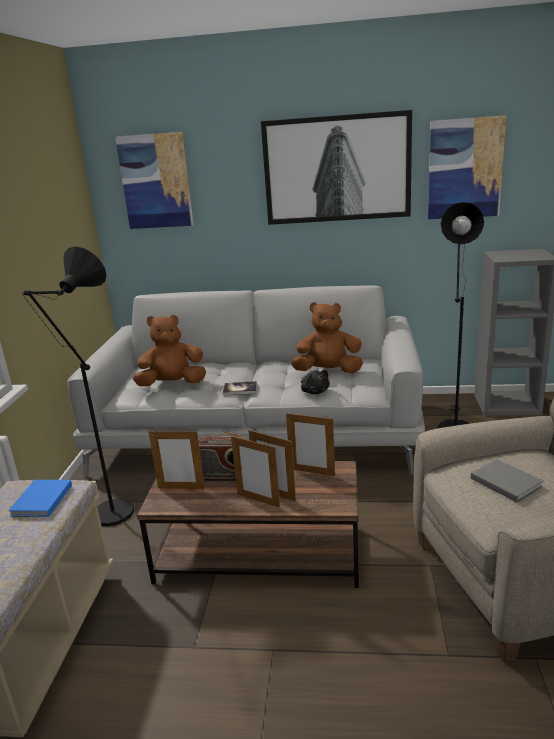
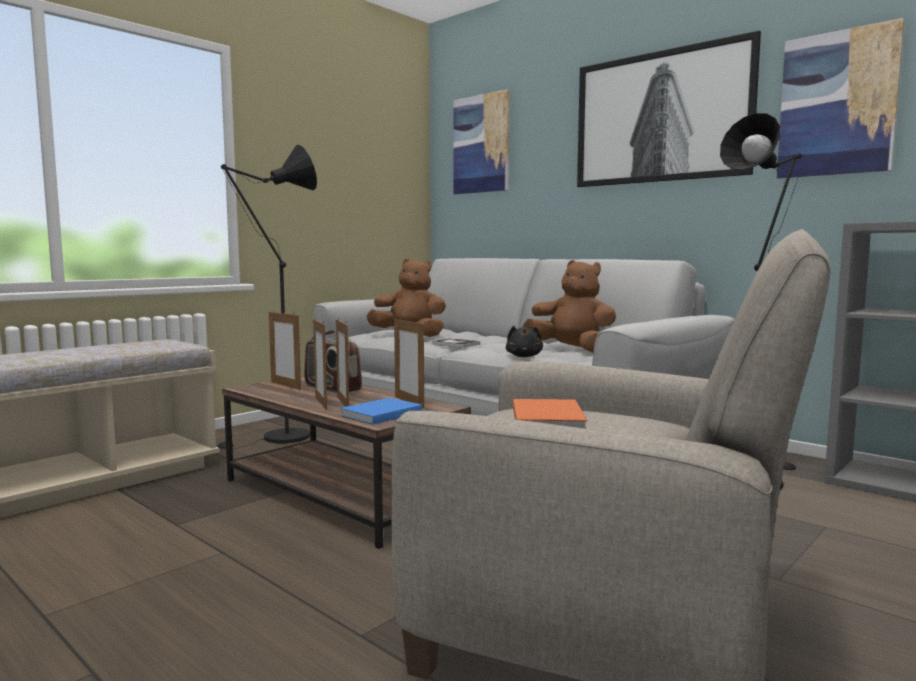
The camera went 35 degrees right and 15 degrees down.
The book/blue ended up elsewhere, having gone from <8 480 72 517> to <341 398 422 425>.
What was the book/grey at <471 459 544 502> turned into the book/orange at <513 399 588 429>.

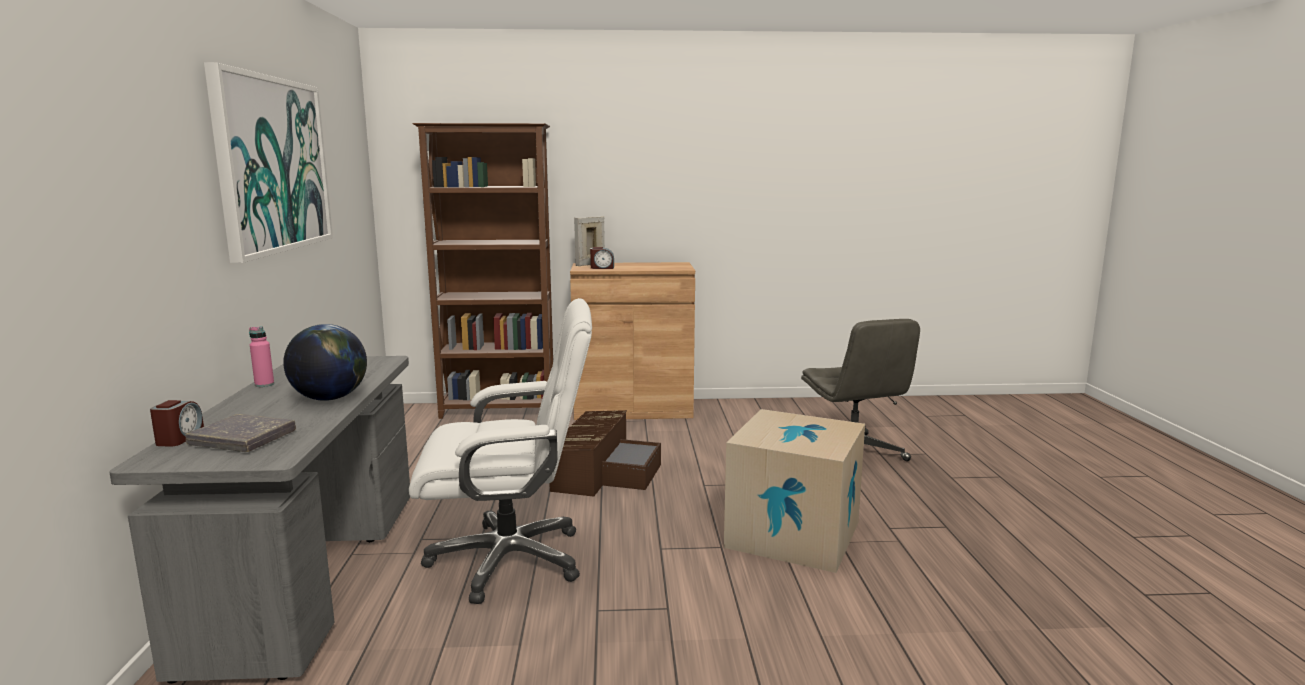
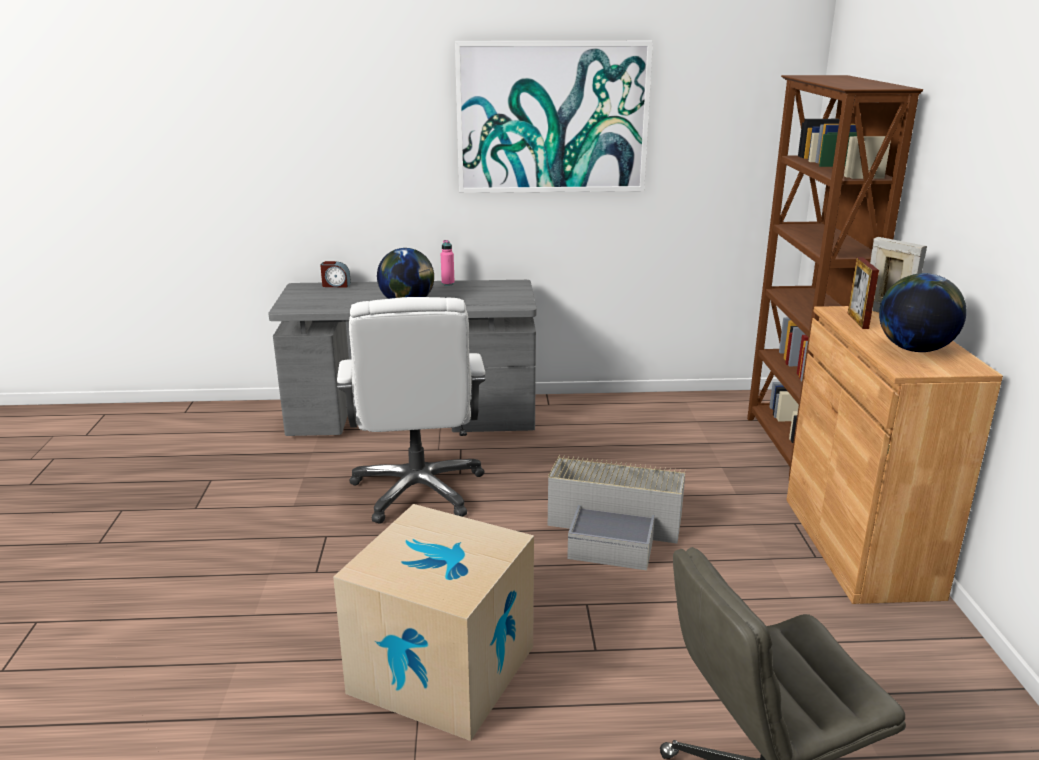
The camera went 90 degrees right and 10 degrees up.
The second view lost the book/grey at <185 414 296 452>.
What was the storage box/brown at <549 410 661 497> turned into the storage box/grey at <548 455 685 570>.
Where the alarm clock stood at <590 247 614 269>, the picture frame came to stand at <848 257 879 329>.
The second view gained the globe at <879 273 967 352>.

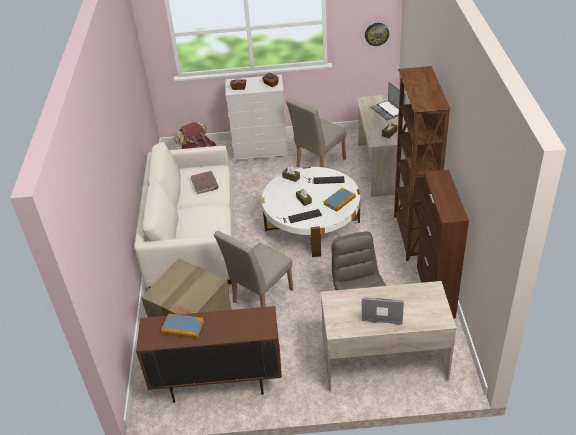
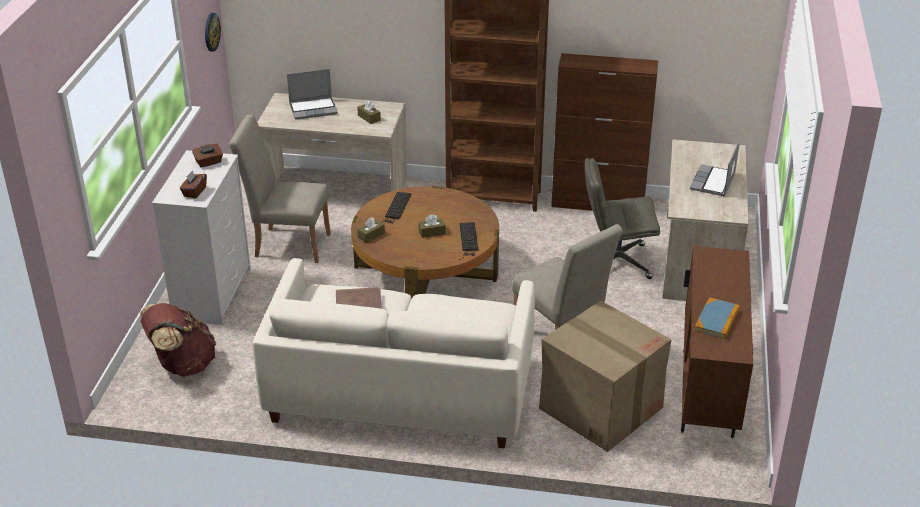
The camera went 80 degrees left and 5 degrees down.
What was the coffee table/white at <262 167 360 257> turned into the coffee table/brown at <351 186 499 298>.
The chair/beige at <286 98 346 167> ended up facing another way, 135 degrees clockwise from before.
The second view lost the book at <323 188 356 212>.

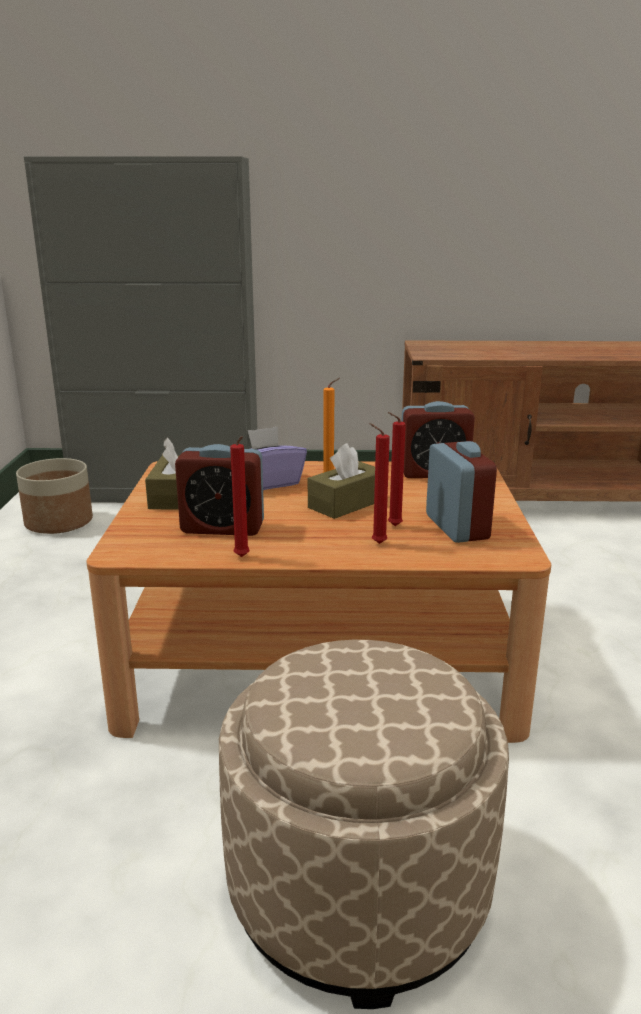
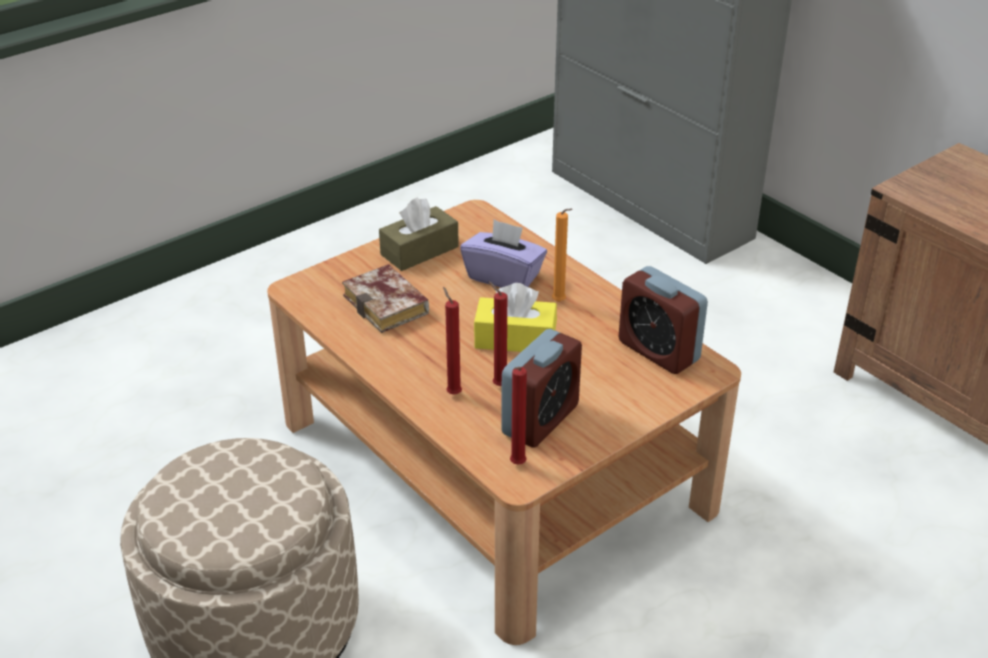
The camera went 50 degrees right and 15 degrees up.
The second view lost the planter at <16 458 93 534>.
Where the alarm clock stood at <175 444 264 536>, the book came to stand at <342 264 429 333>.
The candle/red ended up elsewhere, having gone from <230 436 250 557> to <510 367 527 464>.
What was the tissue box/brown at <308 443 375 519> turned into the tissue box/yellow at <474 283 557 352>.

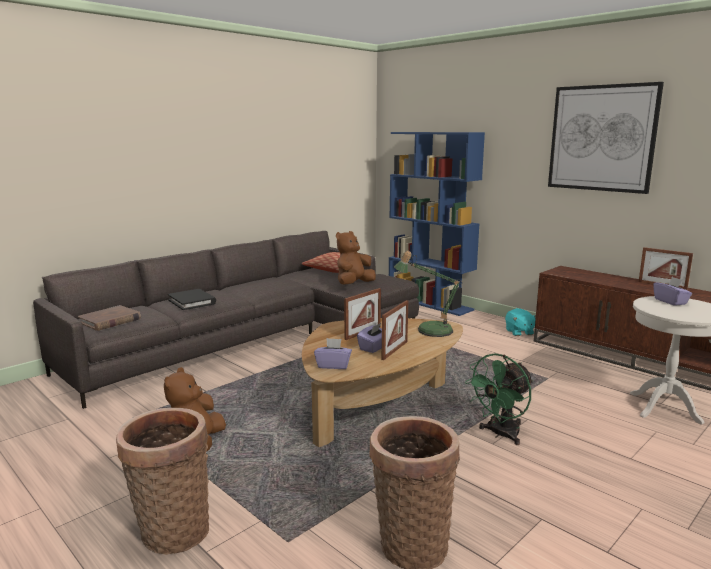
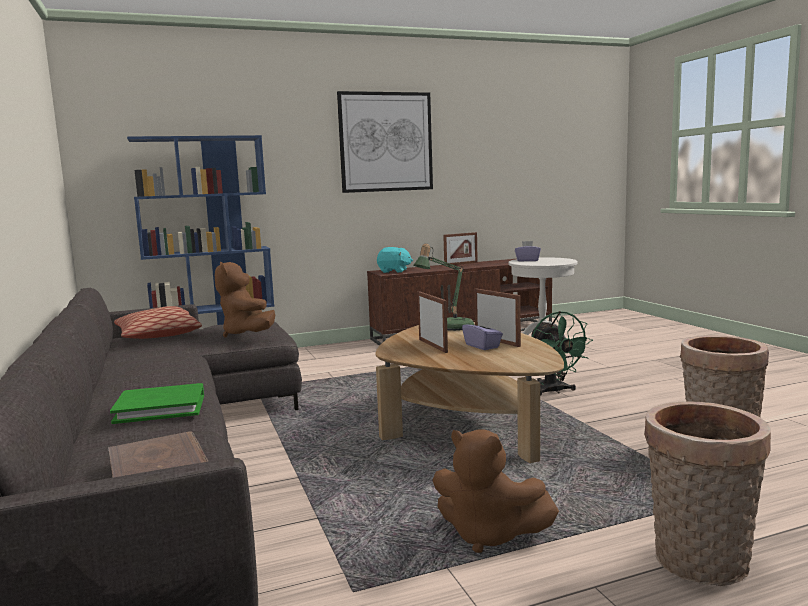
The camera went 65 degrees left and 5 degrees down.
What was the book/black at <168 289 216 310> turned into the book/green at <110 383 204 424>.
The second view lost the tissue box/purple at <314 338 352 369>.
The plush toy/turquoise ended up elsewhere, having gone from <505 308 536 336> to <377 247 413 273>.

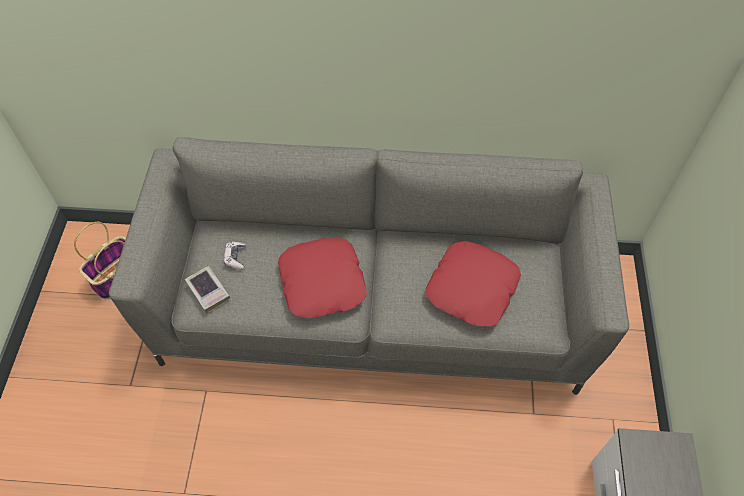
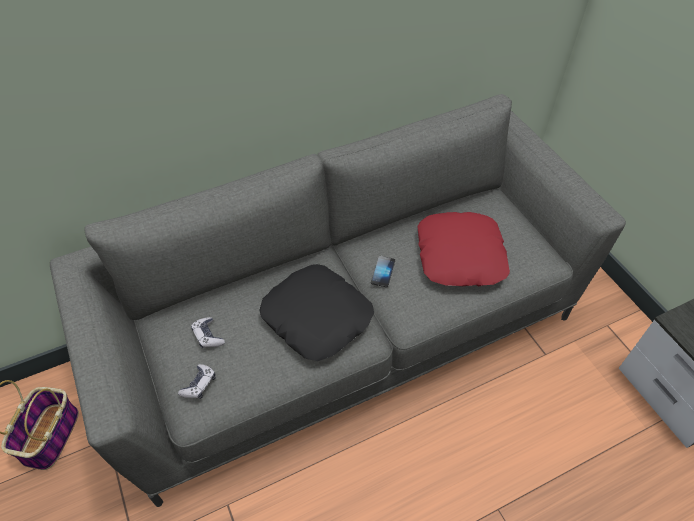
The camera went 30 degrees left and 5 degrees down.
Where the book stood at <185 266 230 313>, the game controller came to stand at <178 364 216 399>.
What was the pillow/red at <278 238 367 318> turned into the pillow/black at <260 264 374 361>.
The second view gained the phone at <371 256 395 287>.

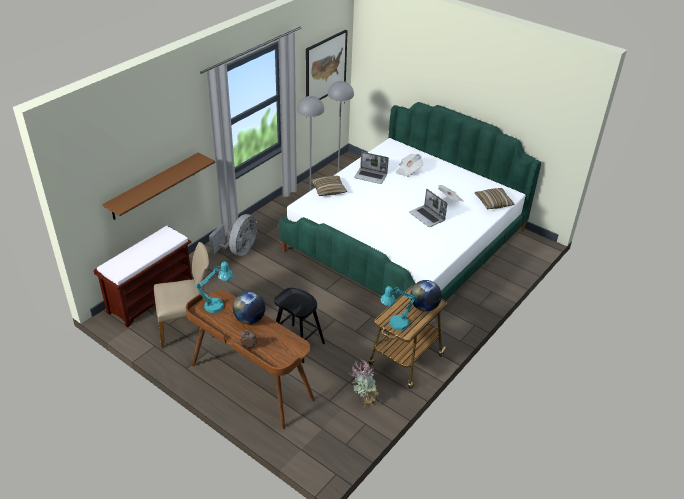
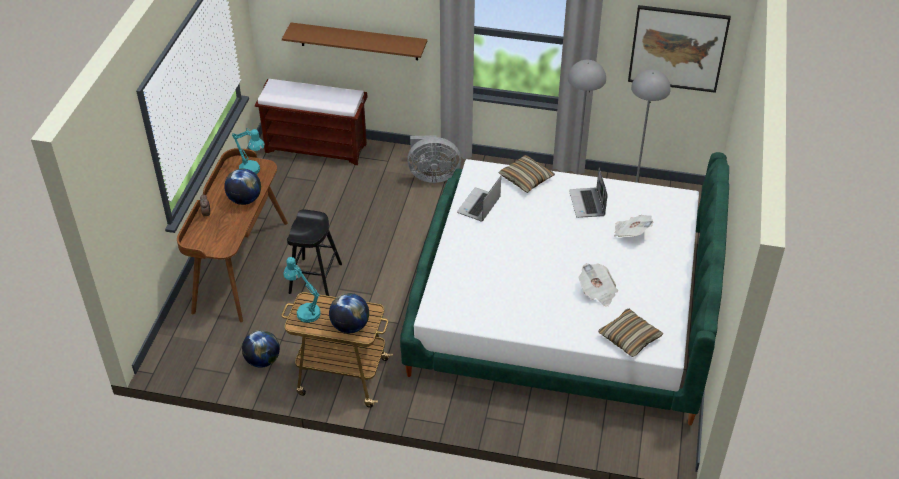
The camera went 65 degrees right and 5 degrees up.
The second view lost the chair/beige at <154 242 215 349>.
Where the potted plant stood at <350 359 380 408>, the globe came to stand at <242 330 280 368>.
The laptop ended up elsewhere, having gone from <409 189 447 227> to <457 176 501 221>.

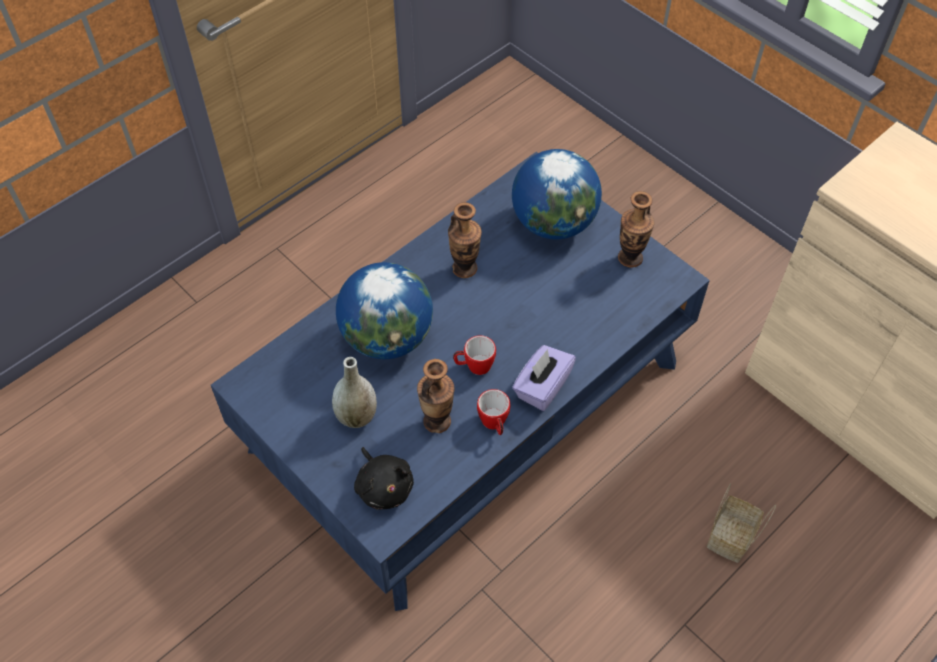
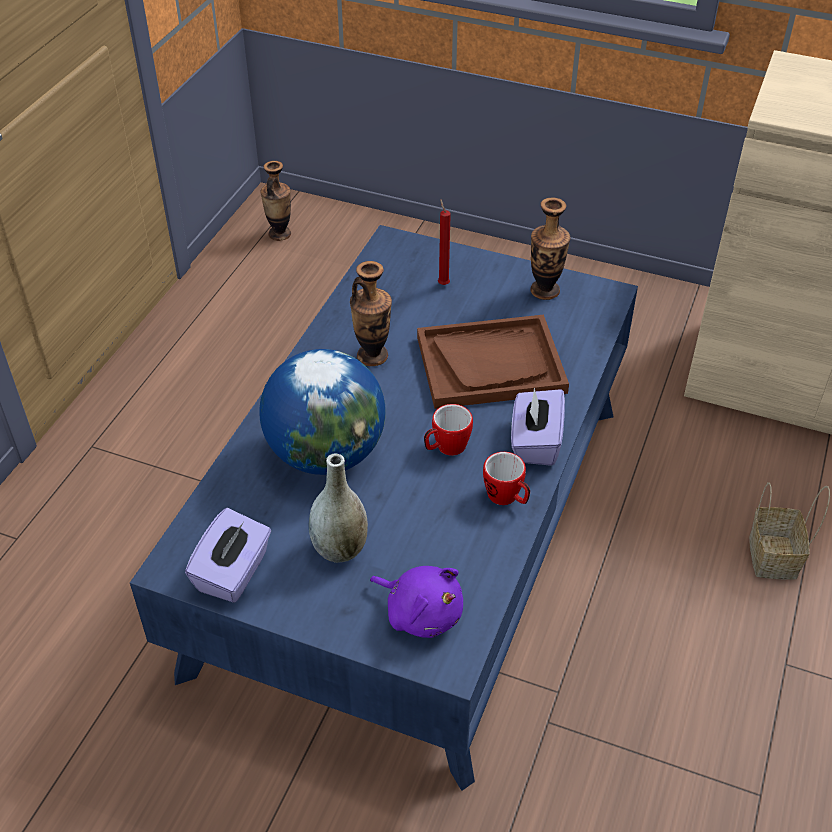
The camera went 25 degrees left and 10 degrees down.
What was the plush toy/black at <354 447 414 510> turned into the plush toy/purple at <370 566 463 638>.
The vase ended up elsewhere, having gone from <417 359 455 433> to <261 161 291 241>.
Where the globe stood at <512 149 602 239>, the candle/red came to stand at <438 199 451 285>.
The second view gained the tissue box/purple at <185 508 271 603>.
The second view gained the tray/brown at <417 315 569 409>.

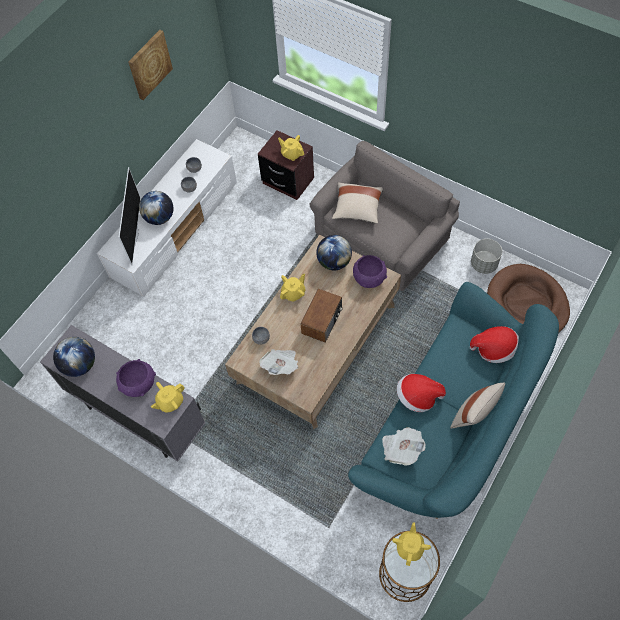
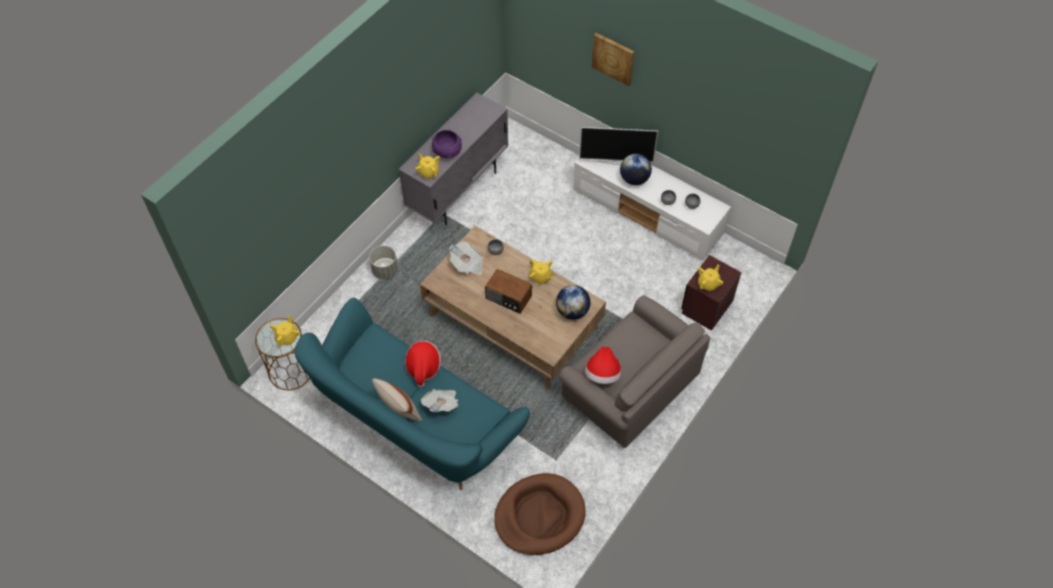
The camera went 90 degrees right and 5 degrees down.
The second view lost the globe at <53 337 95 377>.
The picture ended up elsewhere, having gone from <128 30 173 100> to <592 33 634 86>.
The second view lost the pillow/beige at <332 182 383 224>.
The second view lost the bowl/purple at <353 255 387 288>.
The newspaper ended up elsewhere, having gone from <382 427 425 466> to <421 389 458 412>.
The teapot/yellow at <392 523 431 566> ended up facing another way, 90 degrees counterclockwise from before.
The hat ended up elsewhere, having gone from <470 326 519 363> to <585 347 621 384>.
The planter/grey ended up elsewhere, having gone from <471 239 502 274> to <369 246 398 279>.

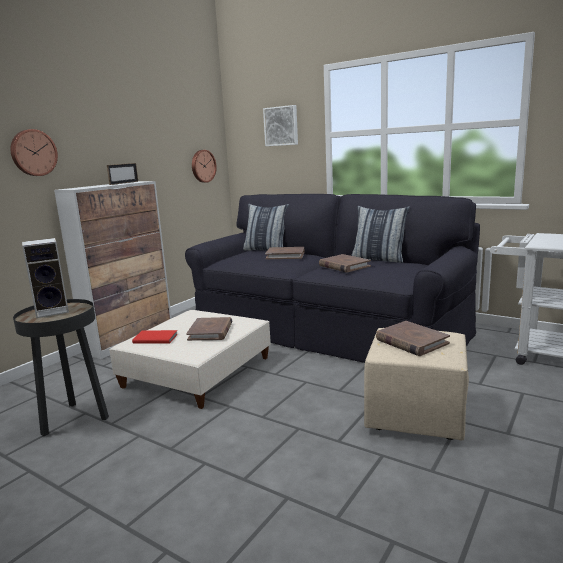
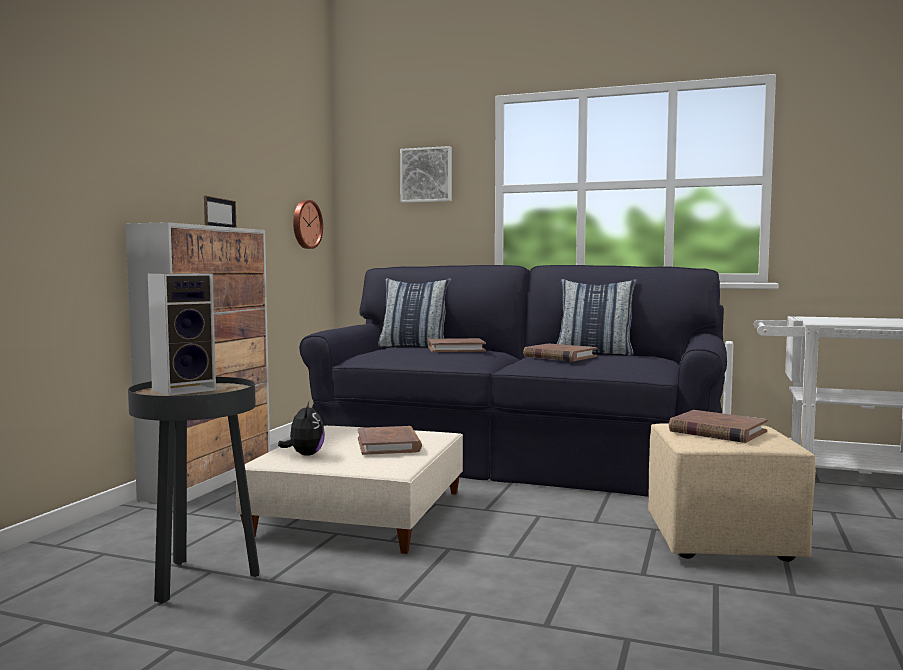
The camera went 15 degrees left and 10 degrees down.
The second view lost the wall clock at <10 129 58 176>.
Where the book/red stood at <132 330 178 343>, the plush toy came to stand at <278 402 325 456>.

